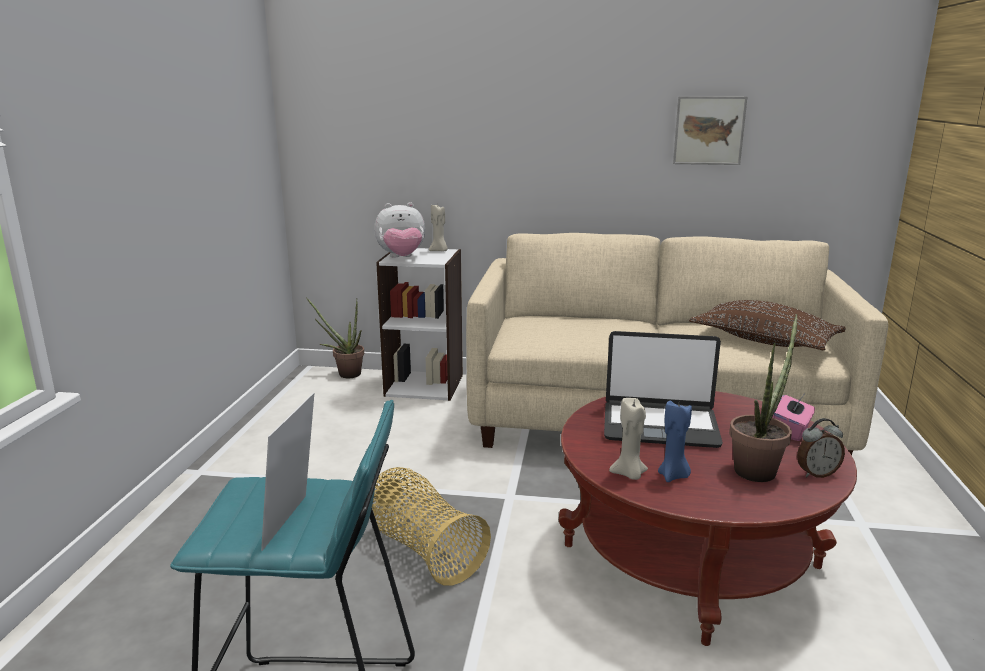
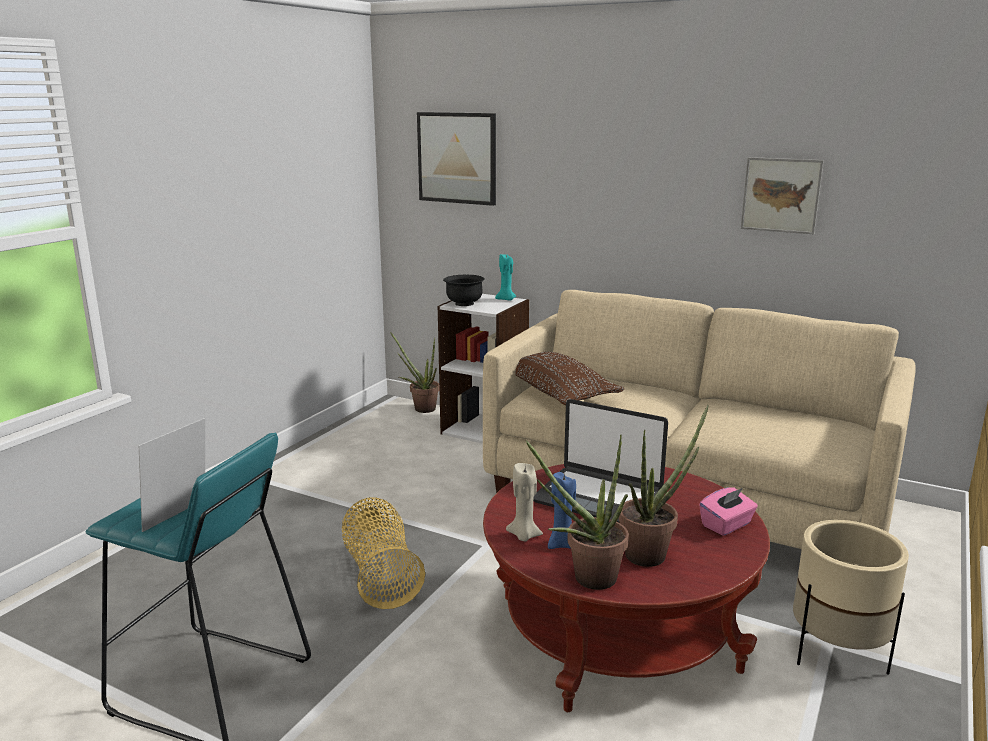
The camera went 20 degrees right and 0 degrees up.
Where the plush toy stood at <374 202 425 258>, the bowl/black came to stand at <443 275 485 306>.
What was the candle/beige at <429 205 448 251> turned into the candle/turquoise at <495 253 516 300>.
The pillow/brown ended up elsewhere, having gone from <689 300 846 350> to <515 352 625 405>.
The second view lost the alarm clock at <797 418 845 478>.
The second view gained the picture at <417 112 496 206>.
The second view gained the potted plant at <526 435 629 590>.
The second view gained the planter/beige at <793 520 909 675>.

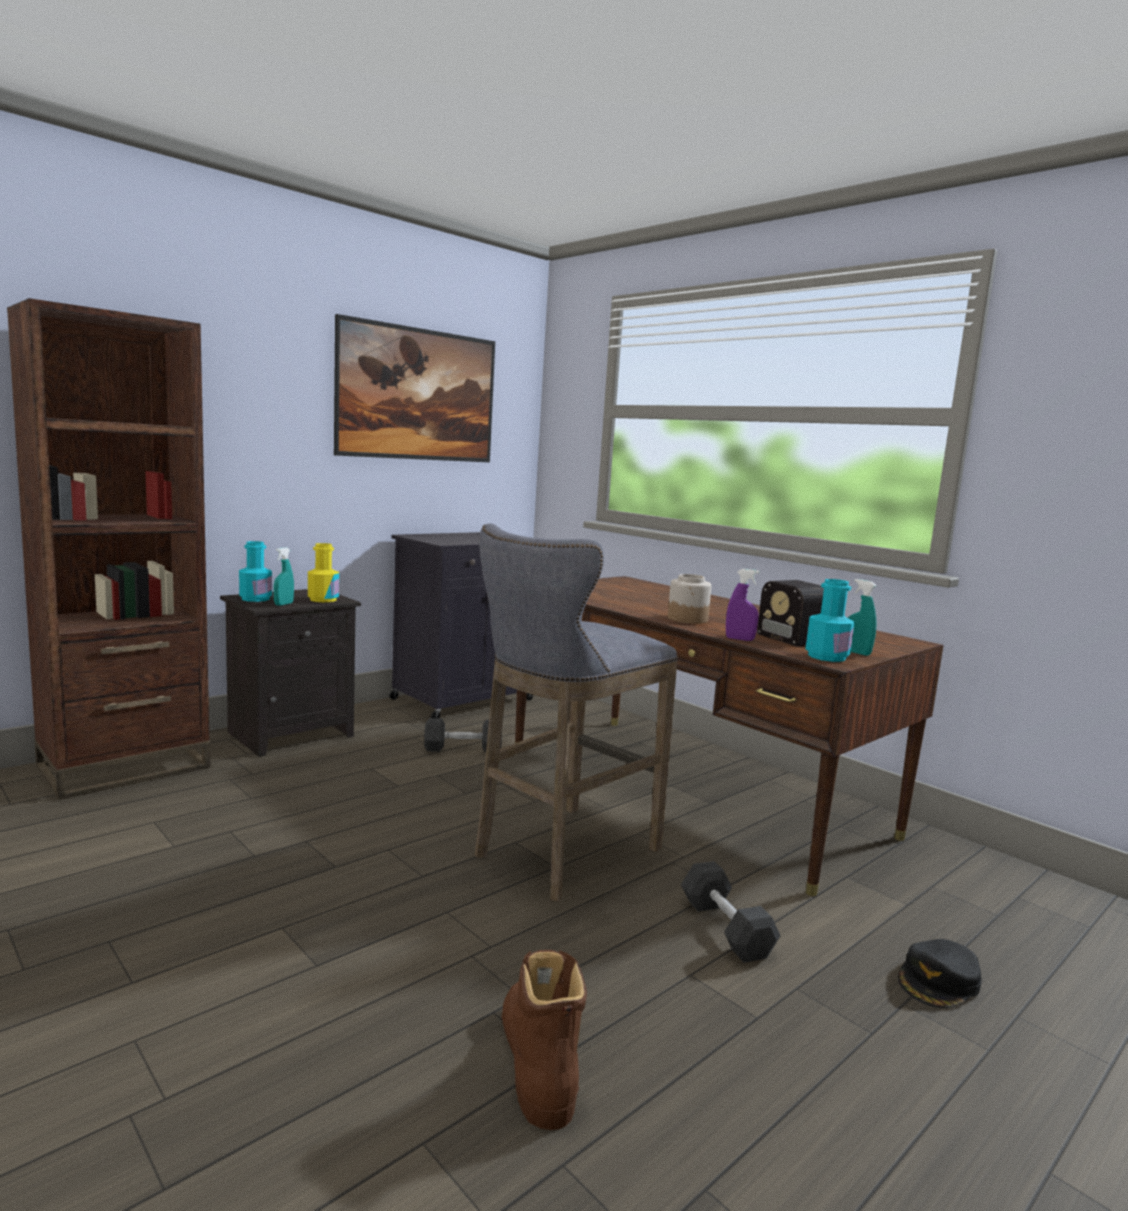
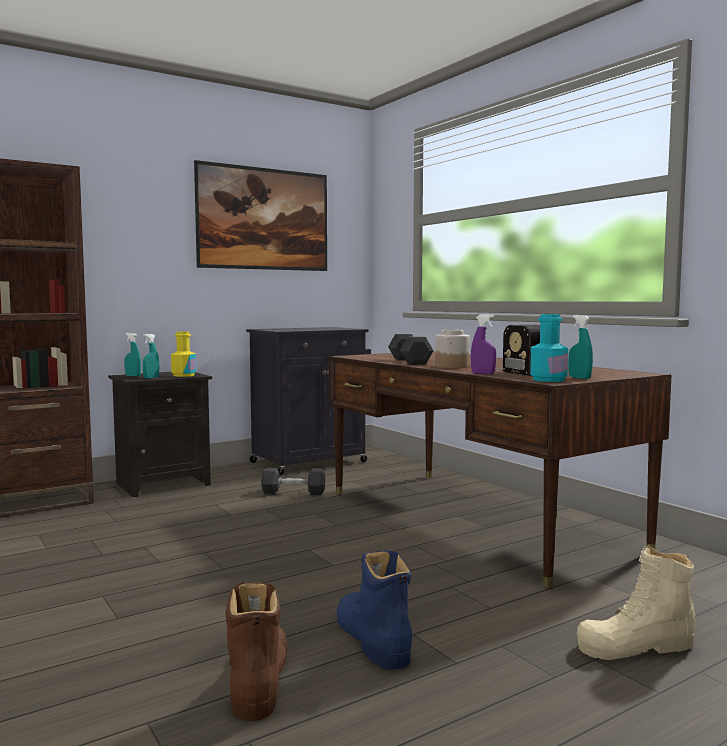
The camera went 10 degrees right and 5 degrees down.
Where the bottle/turquoise stood at <239 541 272 602>, the spray bottle/turquoise came to stand at <124 333 141 377>.
The second view lost the stool/grey at <475 523 678 901>.
The dumbbell/grey ended up elsewhere, having gone from <681 861 780 963> to <388 334 433 365>.
Where the cap/black stood at <898 939 982 1008>, the boot/beige came to stand at <577 546 695 660>.
The second view gained the boot/blue at <337 550 412 670>.

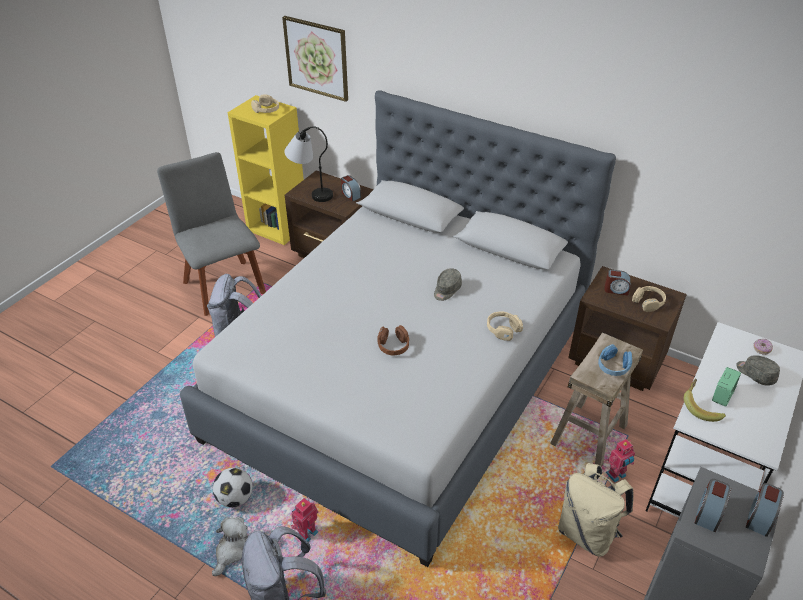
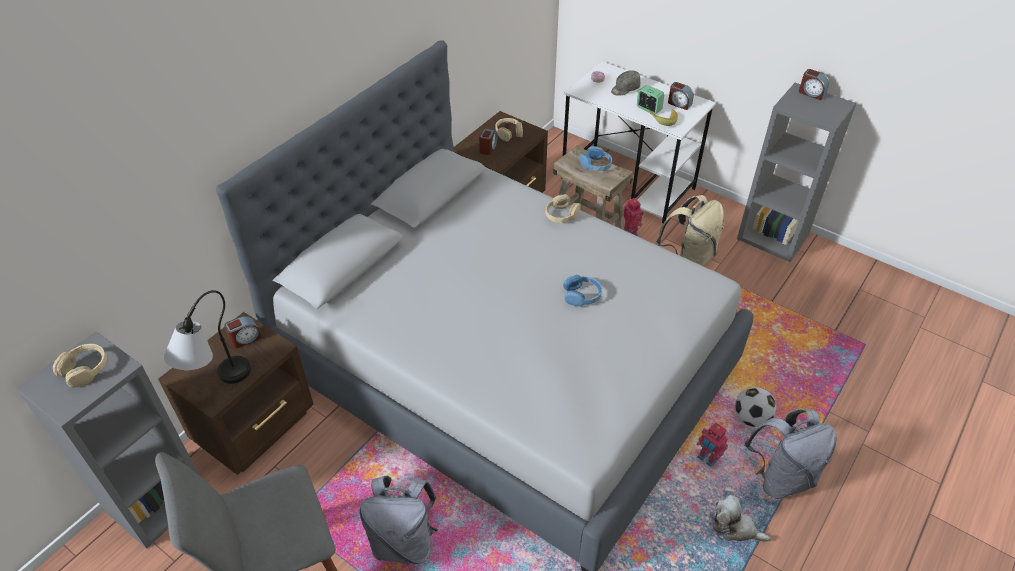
The camera went 85 degrees left and 5 degrees up.
The football ended up elsewhere, having gone from <213 468 252 508> to <735 387 776 427>.
What was the bookcase/yellow at <228 95 304 245> turned into the bookcase/grey at <16 331 200 549>.
The second view lost the picture at <282 16 348 102>.
What was the headphones/brown at <377 325 409 356> turned into the headphones/blue at <563 275 602 307>.
The second view lost the cap/grey at <434 268 462 301>.
The alarm clock ended up elsewhere, having gone from <695 479 731 532> to <668 82 694 110>.

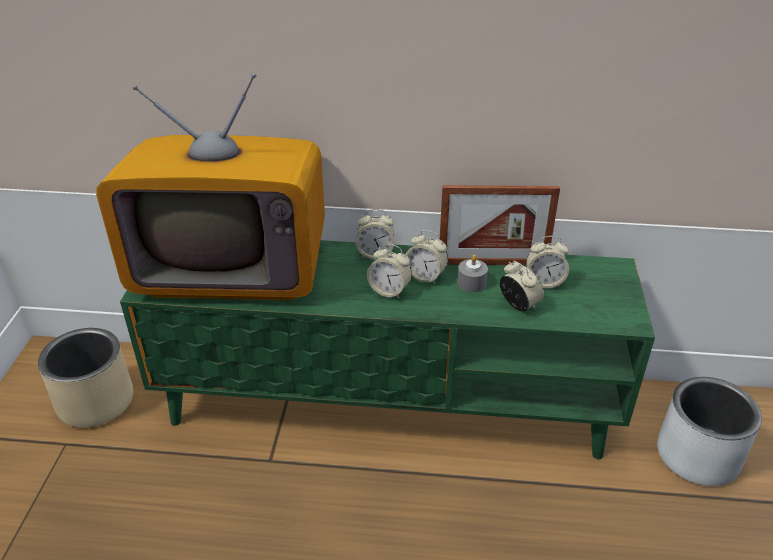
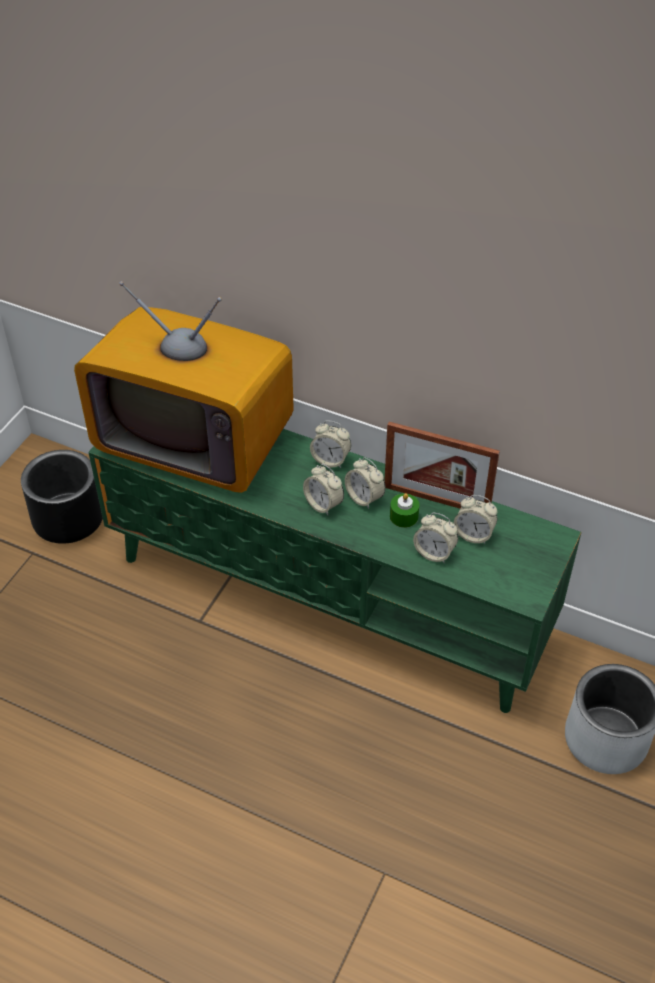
The camera went 20 degrees right and 10 degrees up.
What was the planter/beige at <38 328 133 428> turned into the planter/black at <21 450 103 544>.
What was the candle/grey at <457 255 488 292> turned into the candle/green at <390 493 419 528>.
The alarm clock at <500 261 544 312> ended up facing another way, 135 degrees clockwise from before.

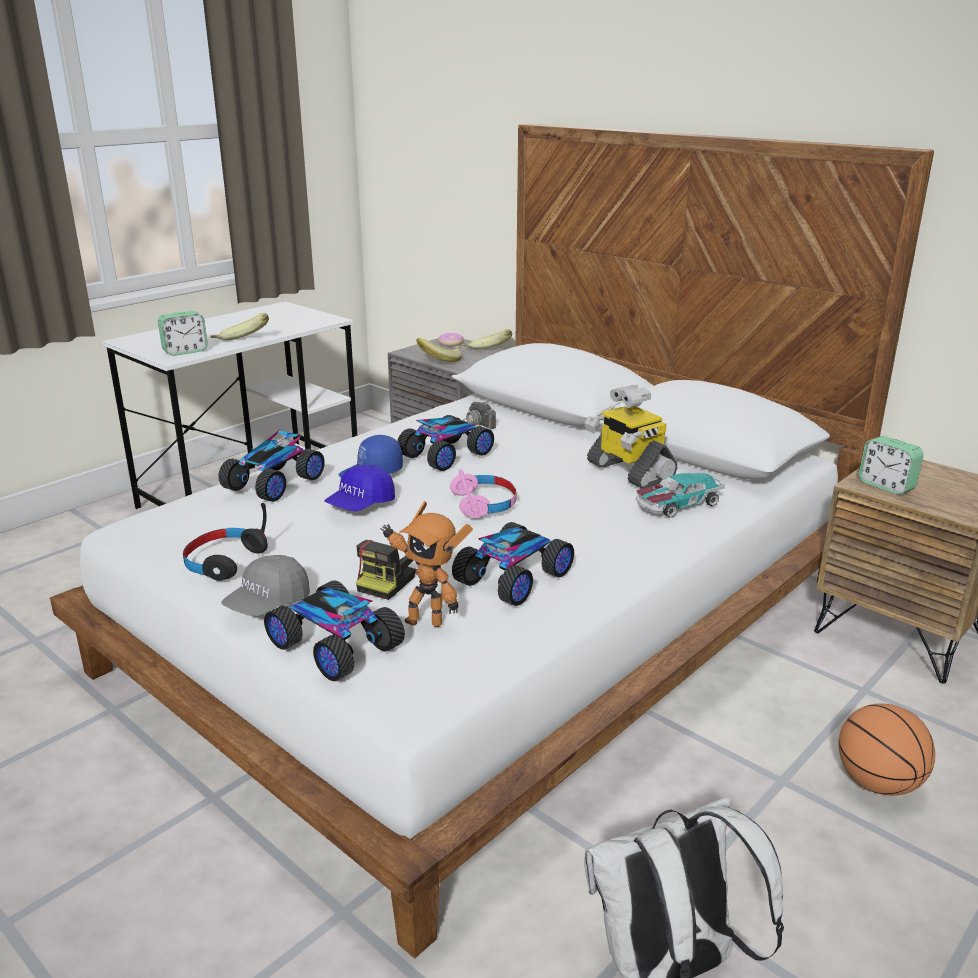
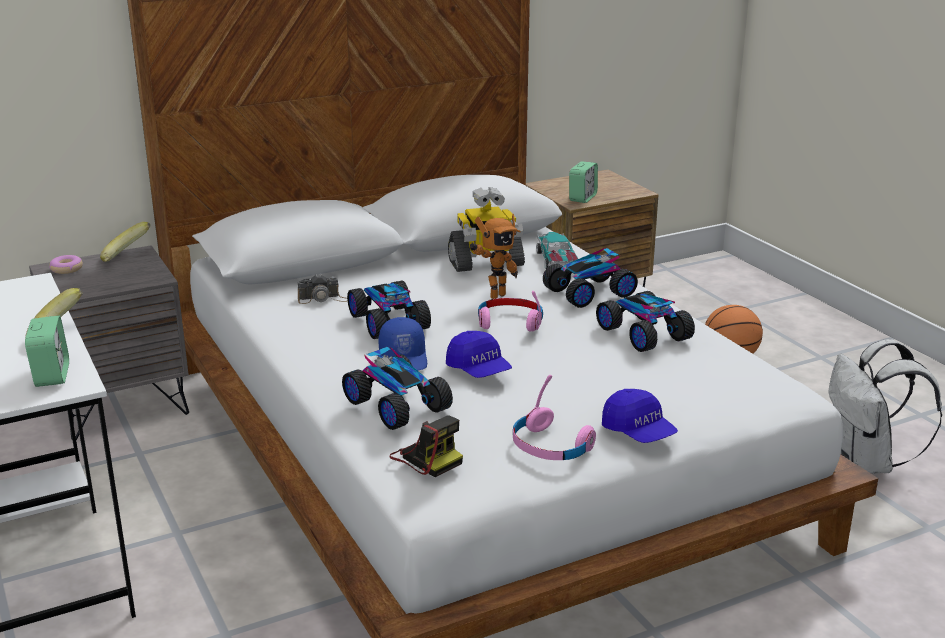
The camera went 70 degrees left and 0 degrees up.
What was the headphones/black at <183 503 268 581> turned into the headphones/pink at <513 375 596 460>.
What was the cap/grey at <221 555 310 616> turned into the cap/blue at <602 389 678 443>.
The toy car ended up elsewhere, having gone from <264 580 405 681> to <543 248 638 308>.
The photo camera ended up elsewhere, having gone from <356 540 418 600> to <390 415 463 477>.
The toy robot ended up elsewhere, having gone from <380 501 473 627> to <470 214 520 299>.
The second view lost the banana at <416 338 462 362>.
The alarm clock at <859 436 924 495> ended up facing another way, 45 degrees counterclockwise from before.

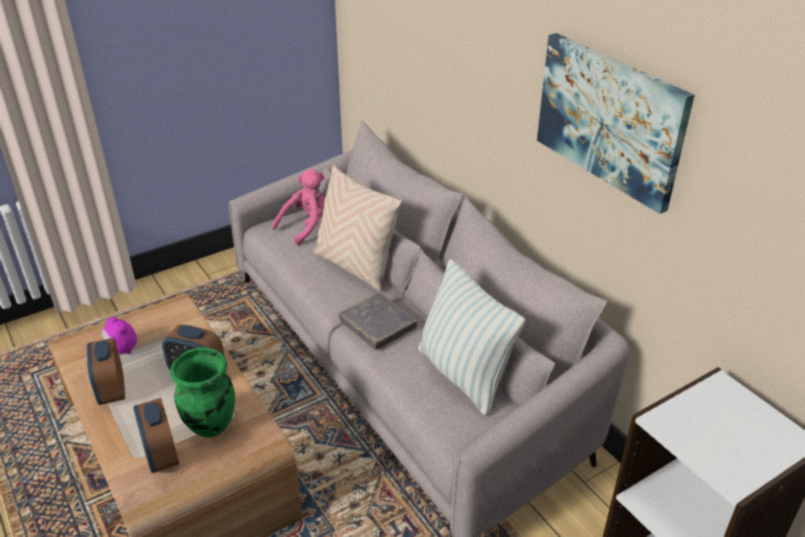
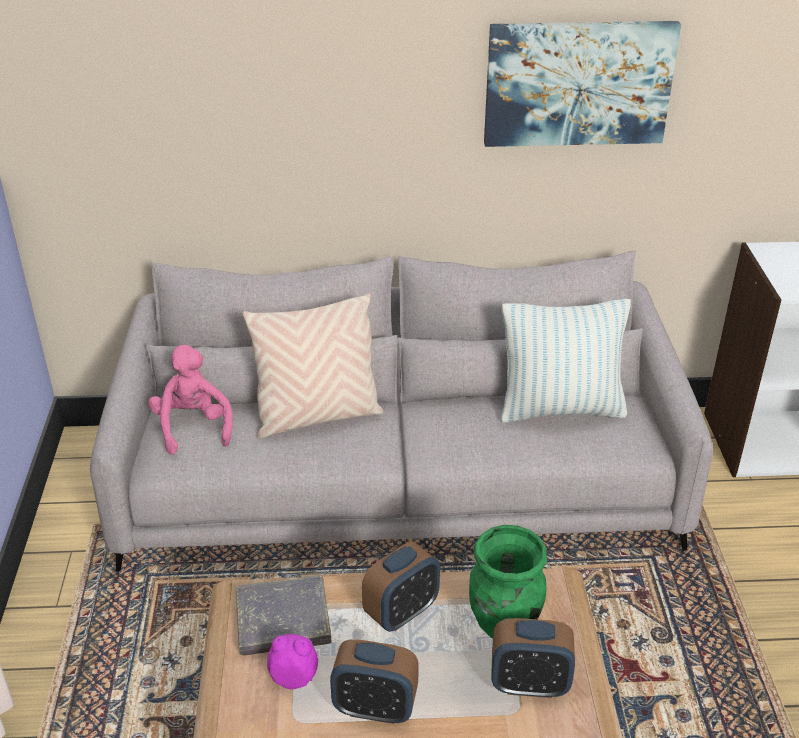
The camera went 60 degrees left and 0 degrees up.
The alarm clock at <102 317 137 354> ended up facing another way, 150 degrees counterclockwise from before.
The book/grey ended up elsewhere, having gone from <339 293 417 350> to <236 575 331 655>.

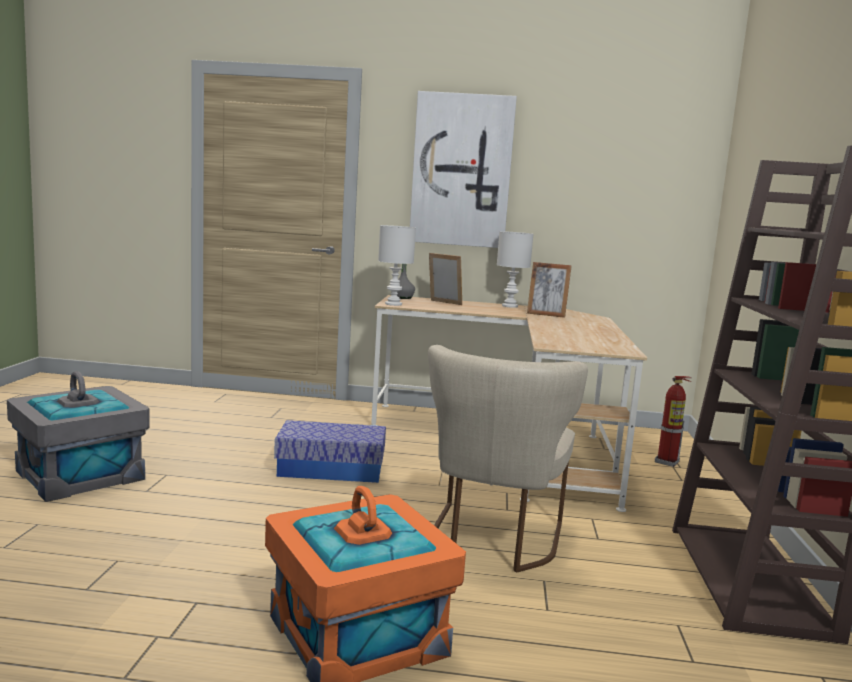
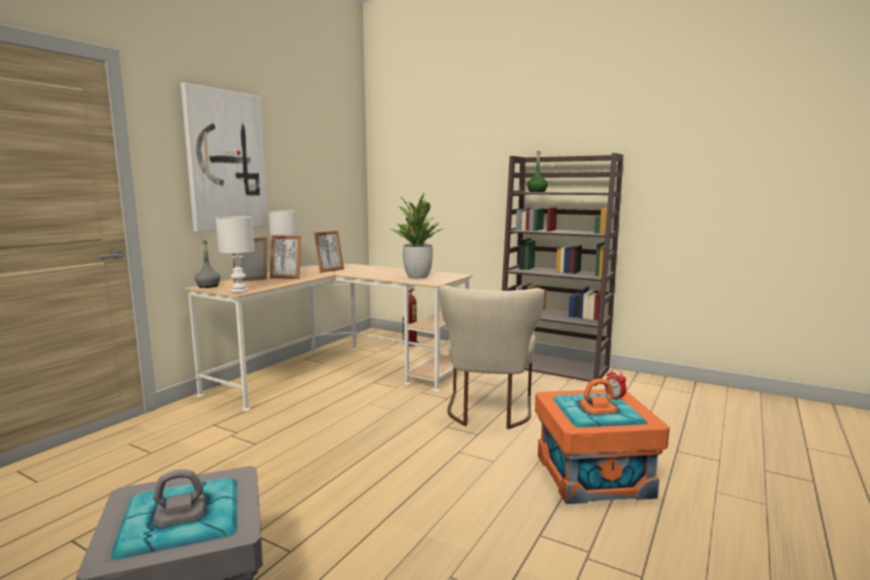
The camera went 65 degrees left and 0 degrees up.
The second view lost the storage box at <274 420 386 483>.
The chair/beige at <428 345 588 573> ended up facing another way, 60 degrees clockwise from before.
The second view gained the picture frame at <270 235 301 279>.
The second view gained the potted plant at <390 193 445 279>.
The second view gained the bottle/green at <527 151 548 192>.
The second view gained the alarm clock at <605 368 626 400>.

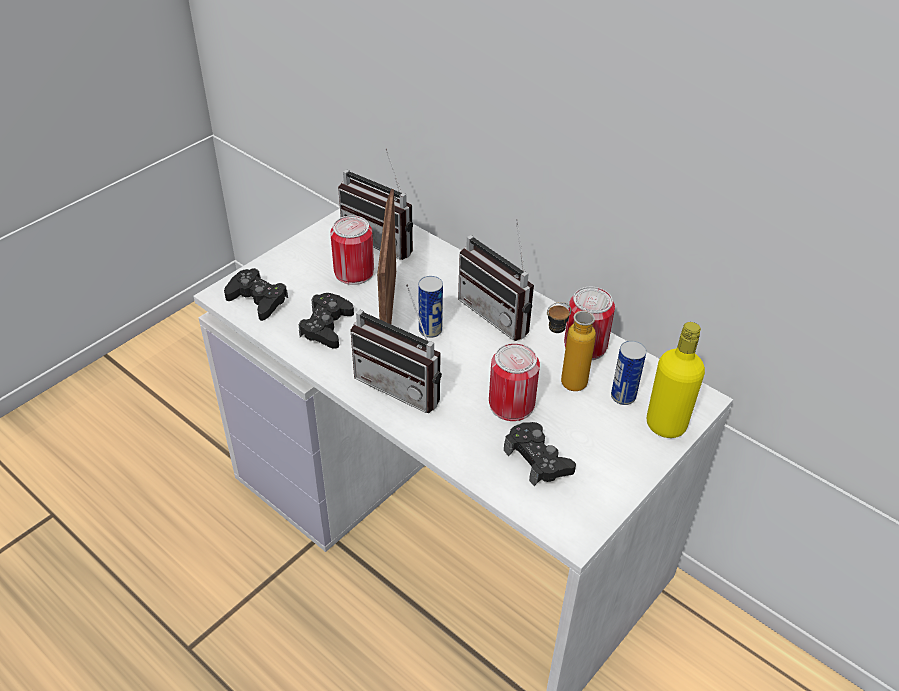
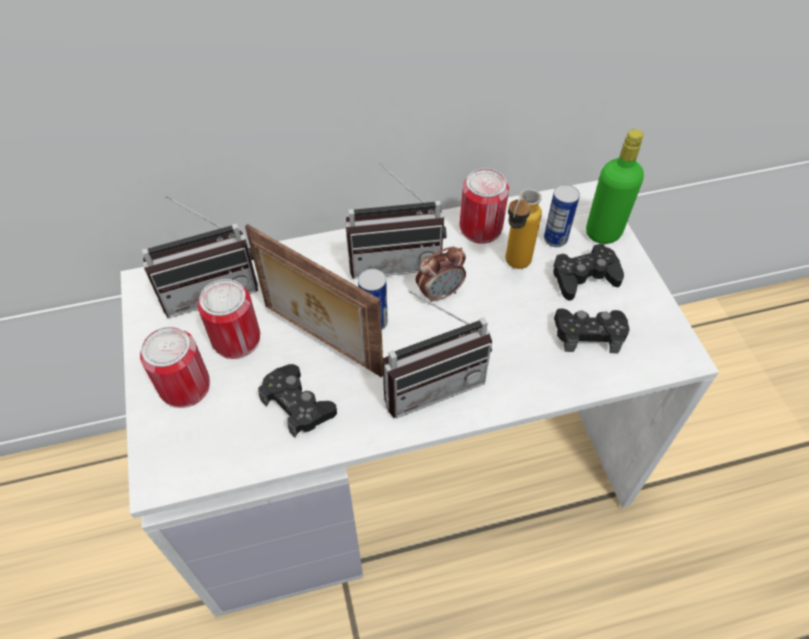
The camera went 55 degrees left and 10 degrees up.
The game controller/black ended up elsewhere, having gone from <224 268 288 321> to <553 244 624 301>.
The can ended up elsewhere, having gone from <489 343 540 421> to <140 326 210 408>.
What was the bottle/yellow at <647 322 705 438> turned into the bottle/green at <586 129 644 244>.
The second view gained the alarm clock at <416 247 466 302>.

